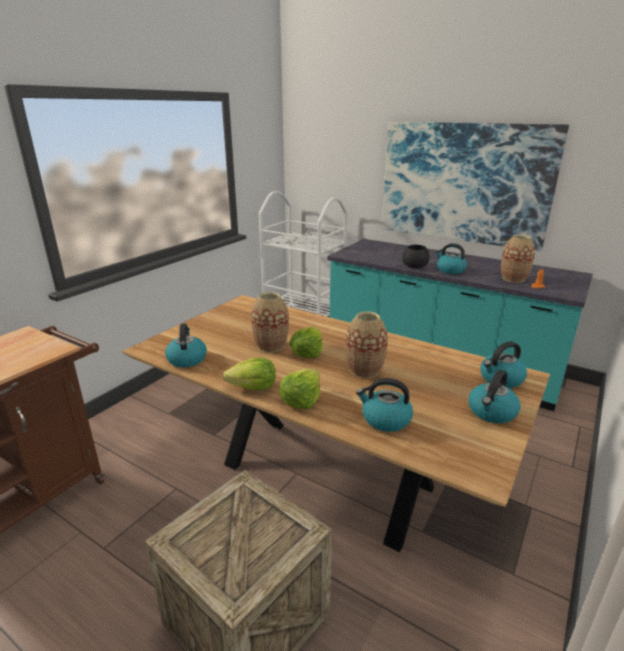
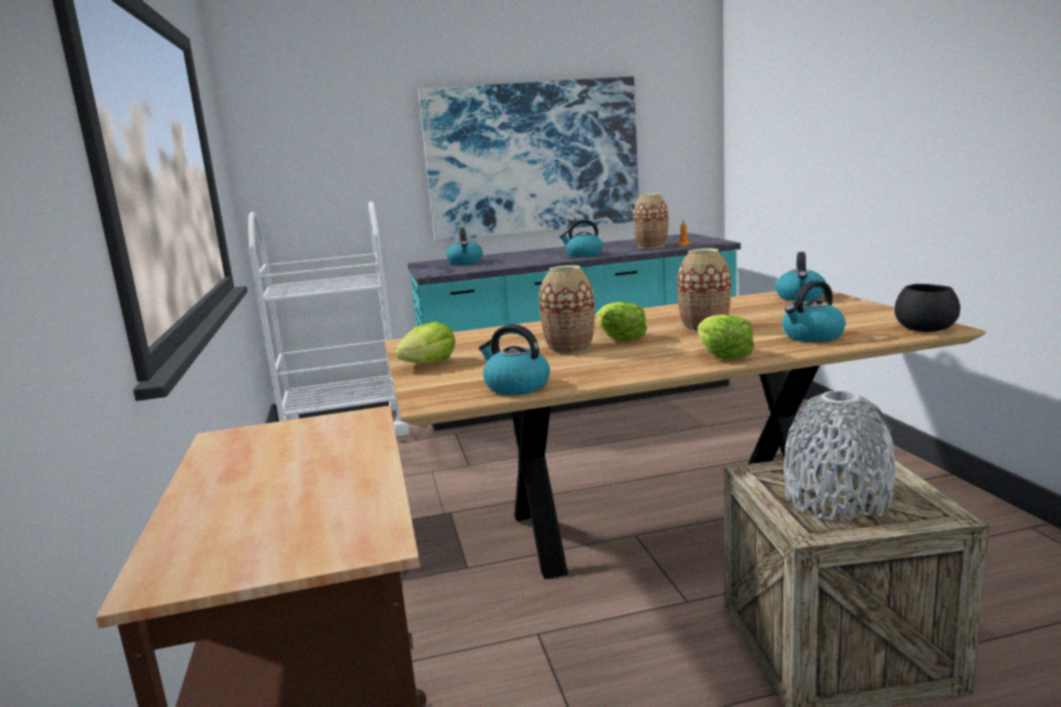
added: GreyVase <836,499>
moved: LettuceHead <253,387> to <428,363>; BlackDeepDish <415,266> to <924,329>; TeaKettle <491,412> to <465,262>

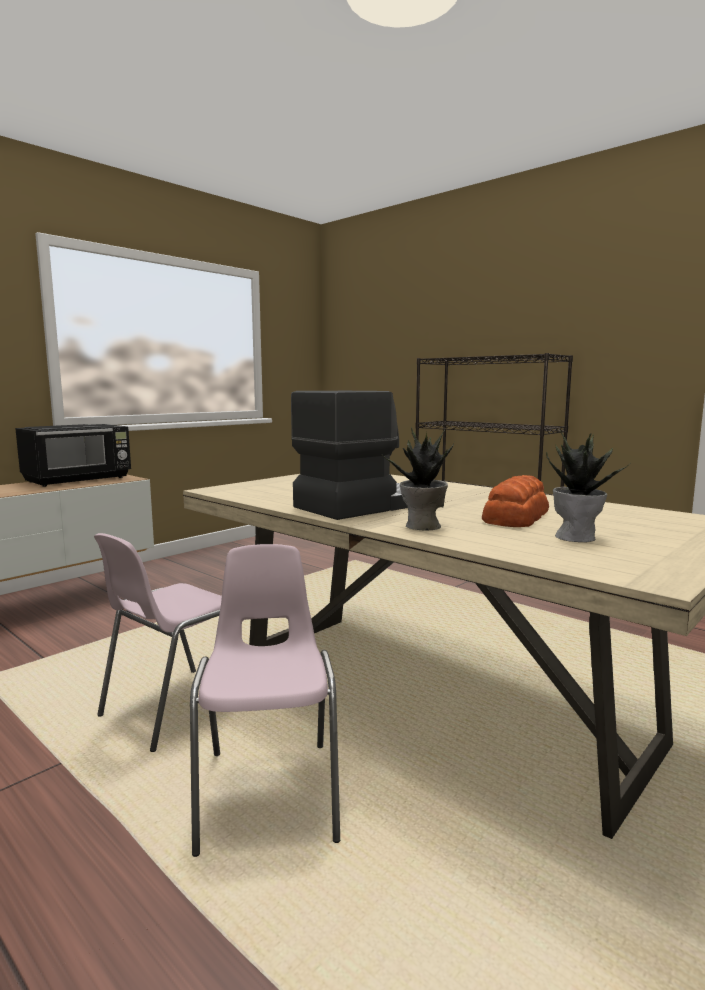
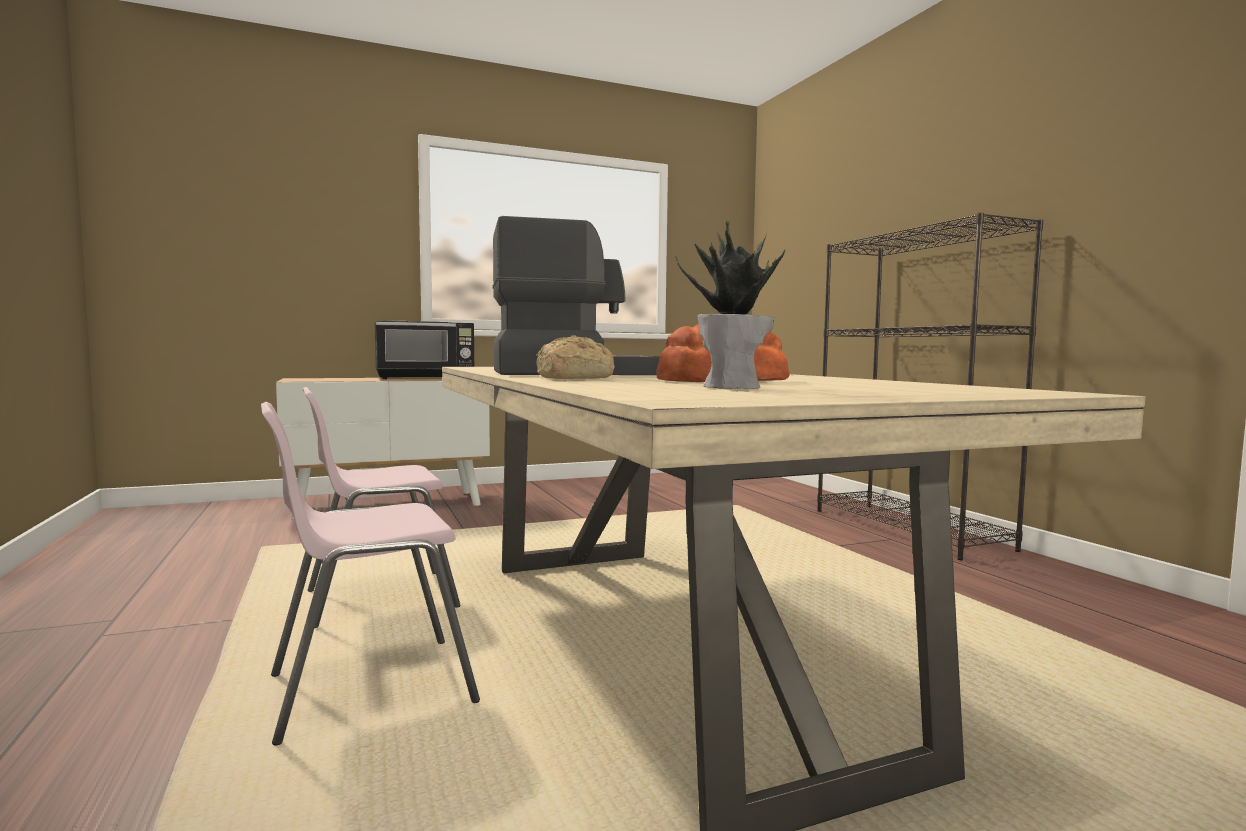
replaced: PottedPlant <422,526> to Bread <572,378>
turned: PinkColouredPlainChair <269,792> = <368,687> 135 degrees counterclockwise

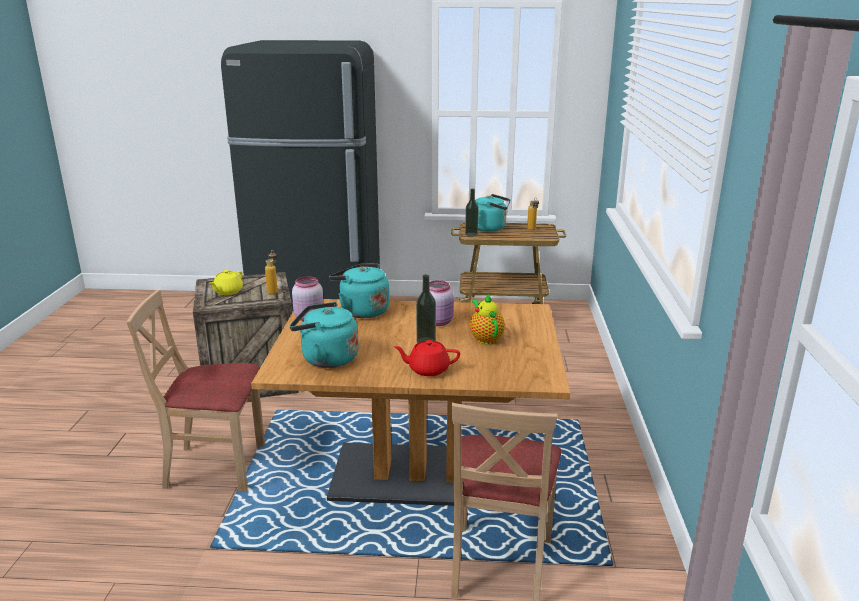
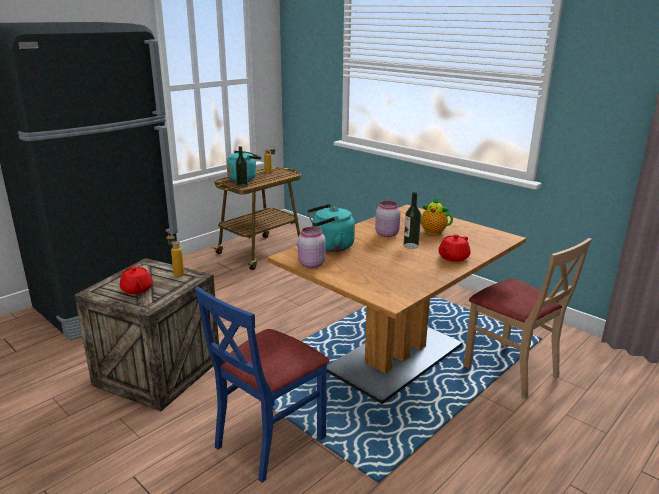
removed: BlueGreenTeaKettle <326,359>
recoloured: BeigePlainChair <215,467> to BluishPlainChair <269,440>; YellowTeapot <227,292> to RedTeapot <137,290>

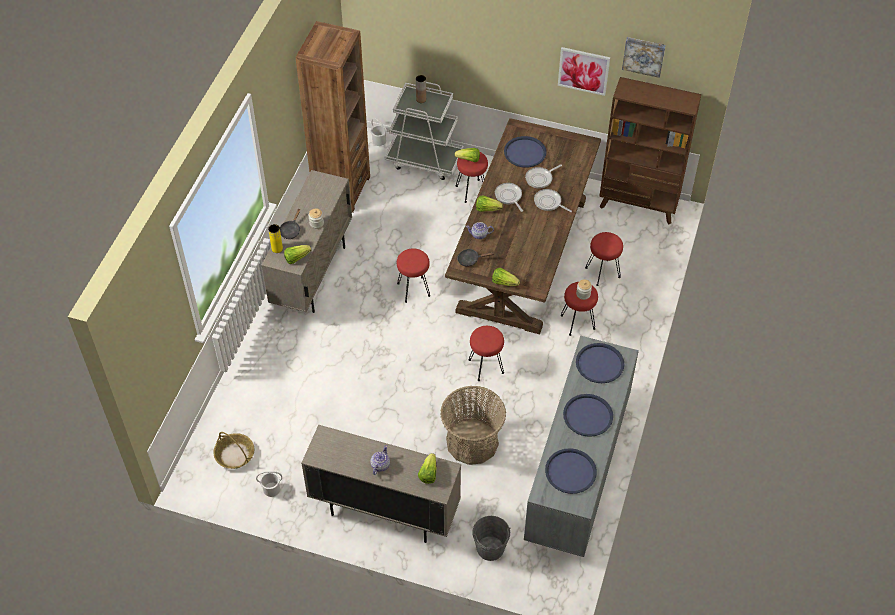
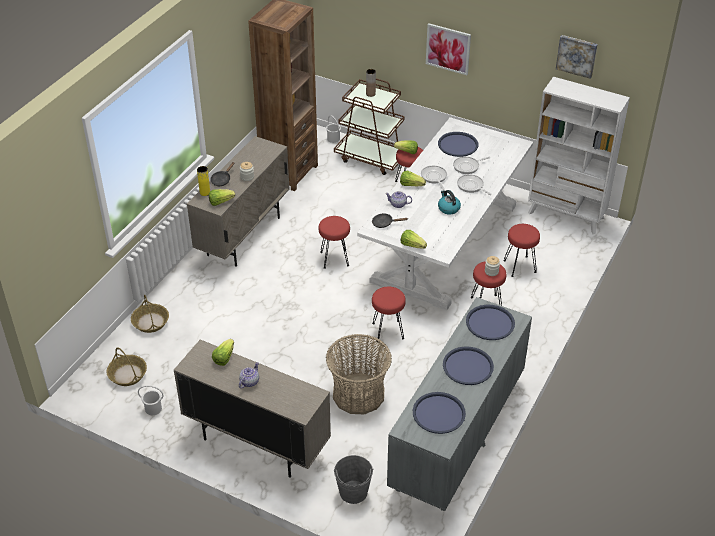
added: Basket <150,322>; TeaKettle <448,208>
moved: LettuceHead <428,473> to <224,358>; WallPicture <583,70> to <448,48>
recoloured: WhiteTrolley <424,160> to BrownTrolley <371,158>; BrownDiningTable <523,255> to WhiteDiningTable <445,243>; BrownShelvingUnit <638,205> to WhiteShelvingUnit <566,215>

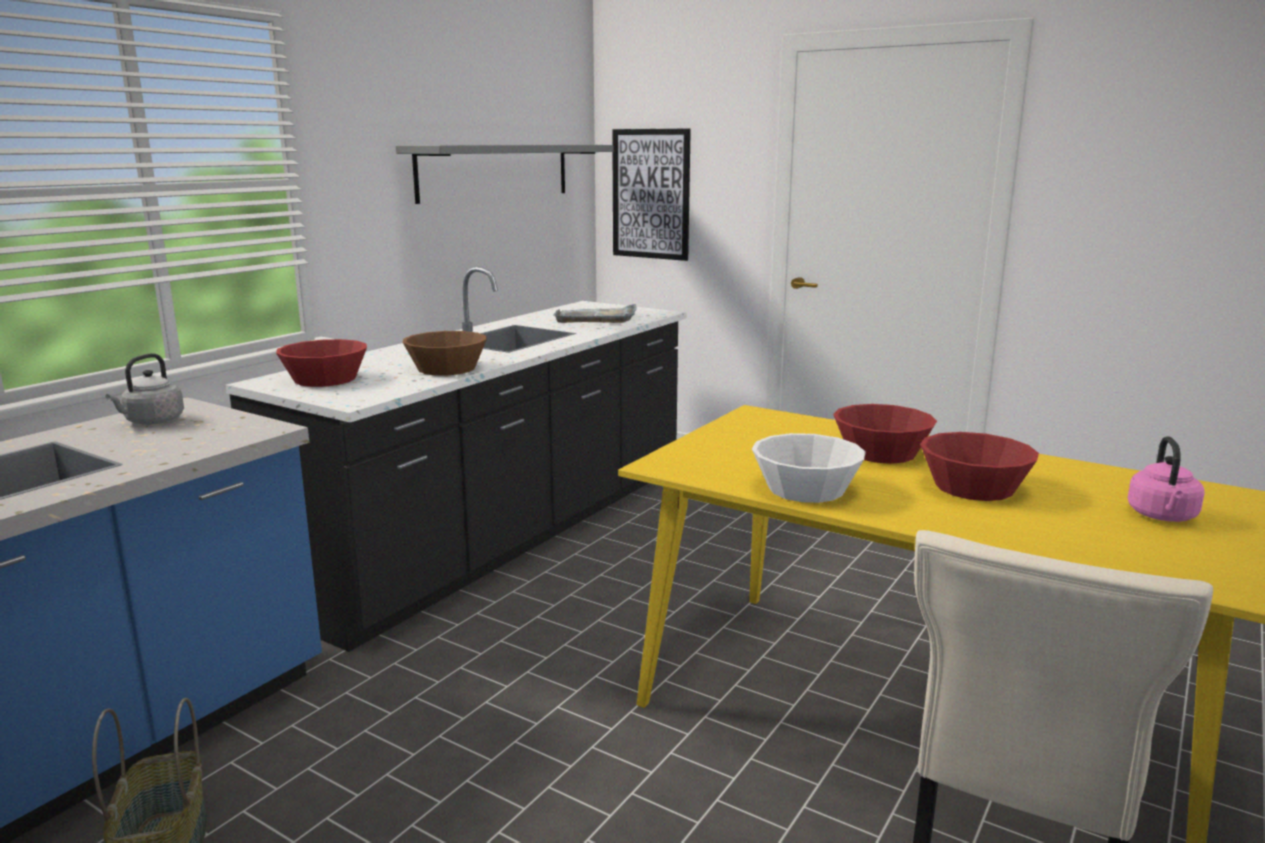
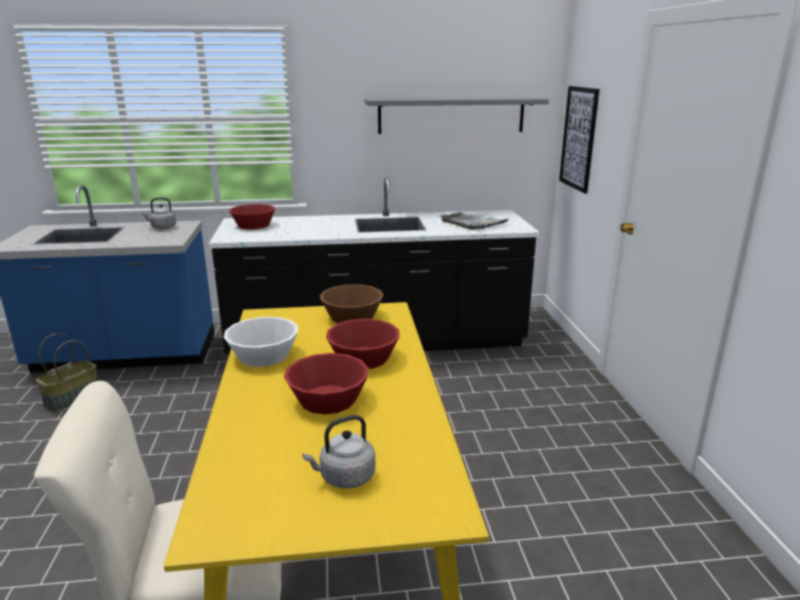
moved: BrownDeepDish <447,368> to <352,317>
recoloured: PinkColouredTeaKettle <1162,517> to GreyTeaKettle <344,477>

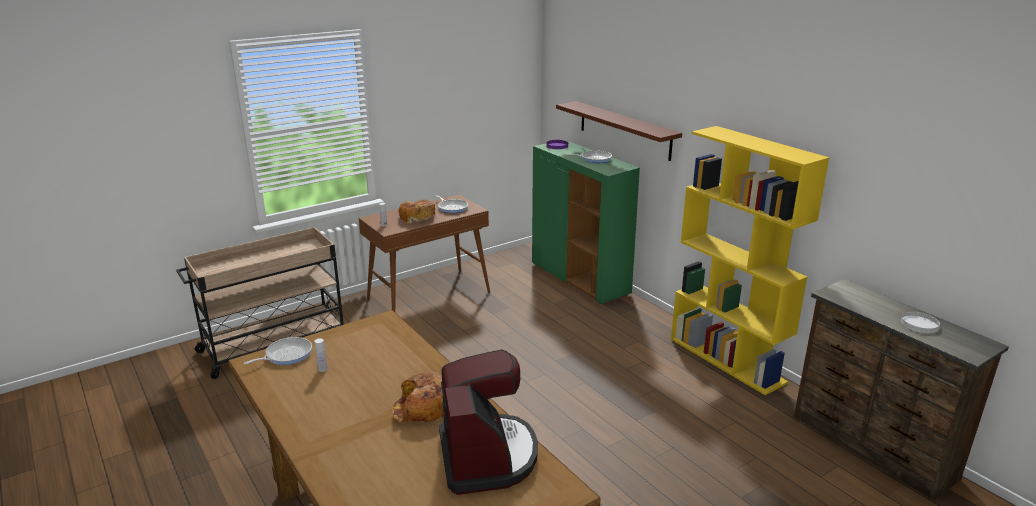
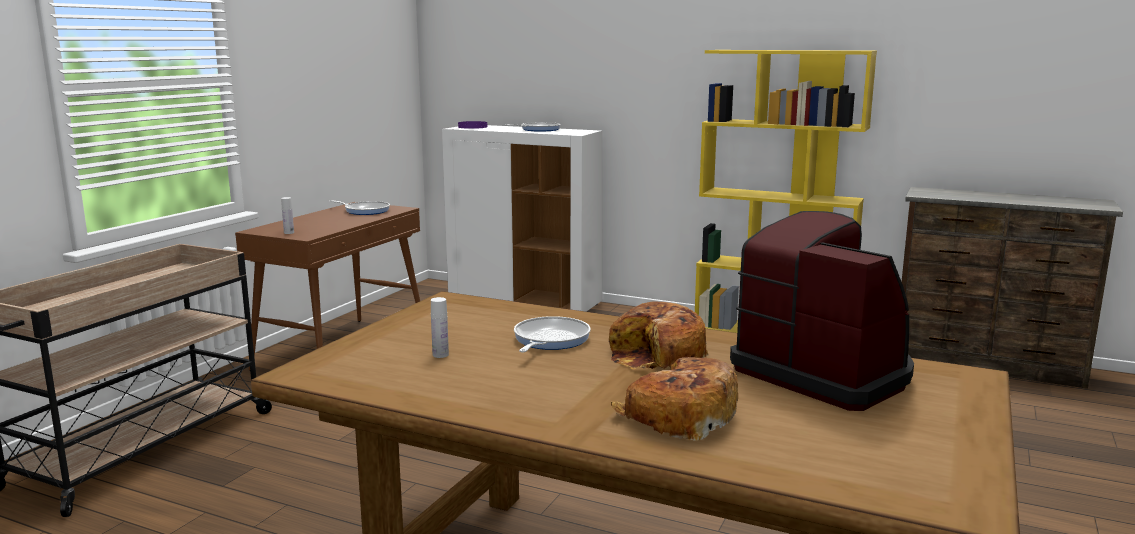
removed: BrownShelf <624,130>; WhitePlate <919,324>
moved: Skillet <286,355> to <549,340>; Bread <416,217> to <677,416>
recoloured: GreenColouredStorageCabinet <580,279> to WhiteStorageCabinet <525,301>

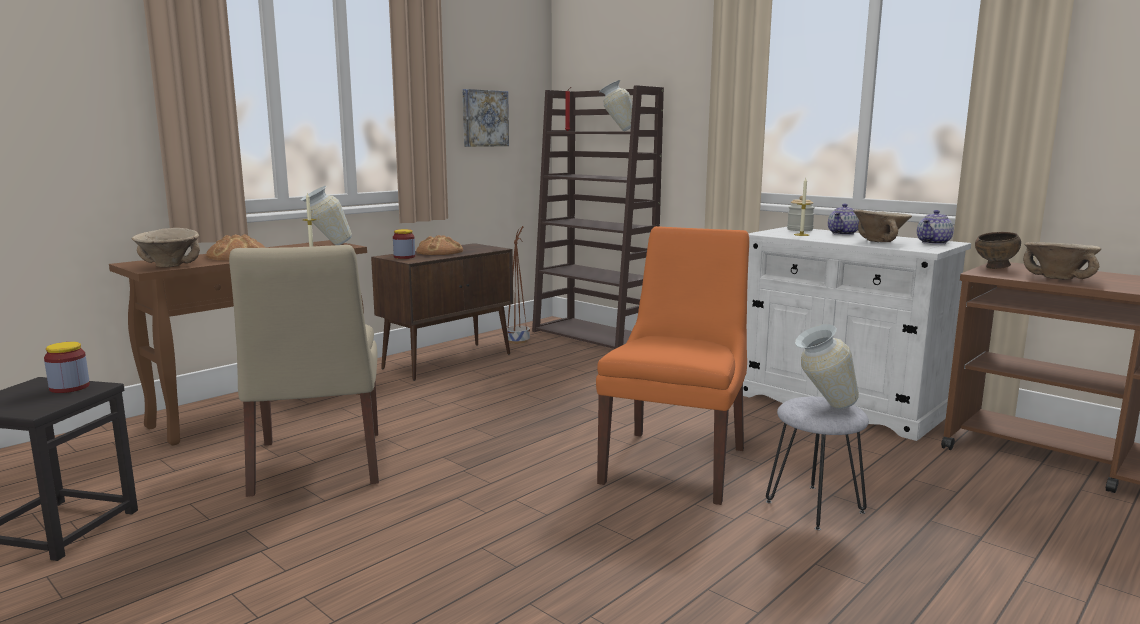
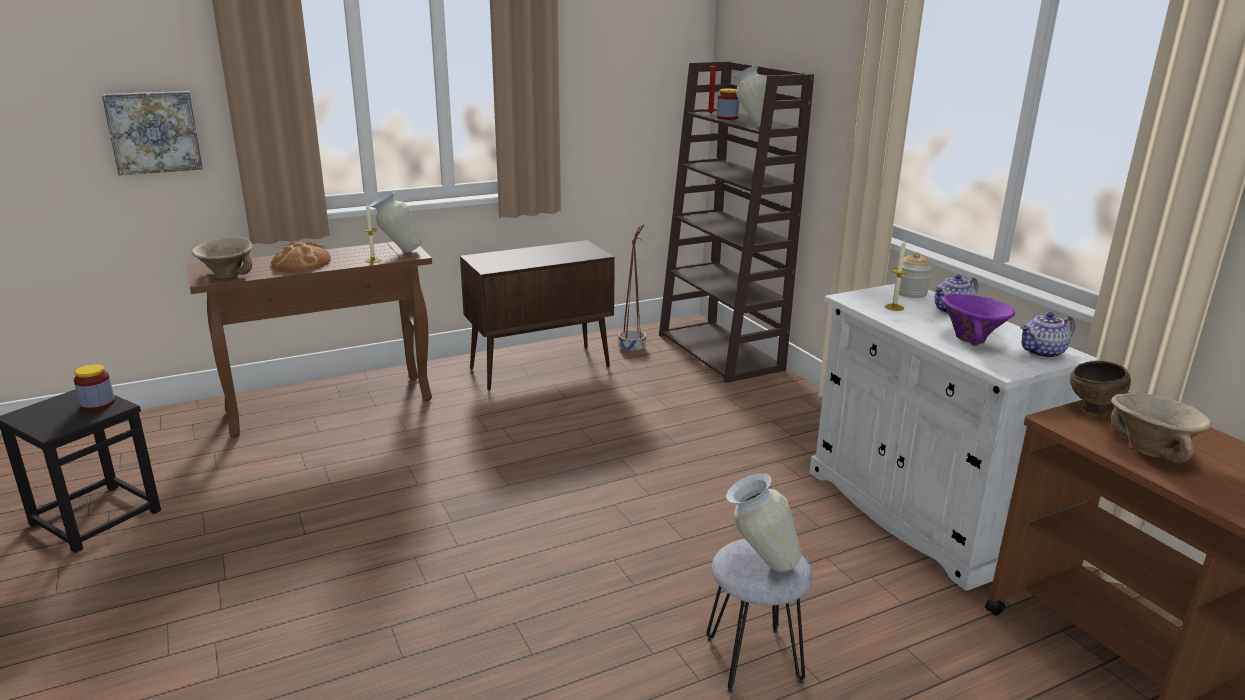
removed: BeigePlainChair <317,465>; Bread <439,252>; OrangePlainChair <676,463>
moved: Jar <404,257> to <727,118>; WallPicture <484,118> to <153,132>
recoloured: BeigeDeepDish <880,241> to PurplishDeepDish <972,339>

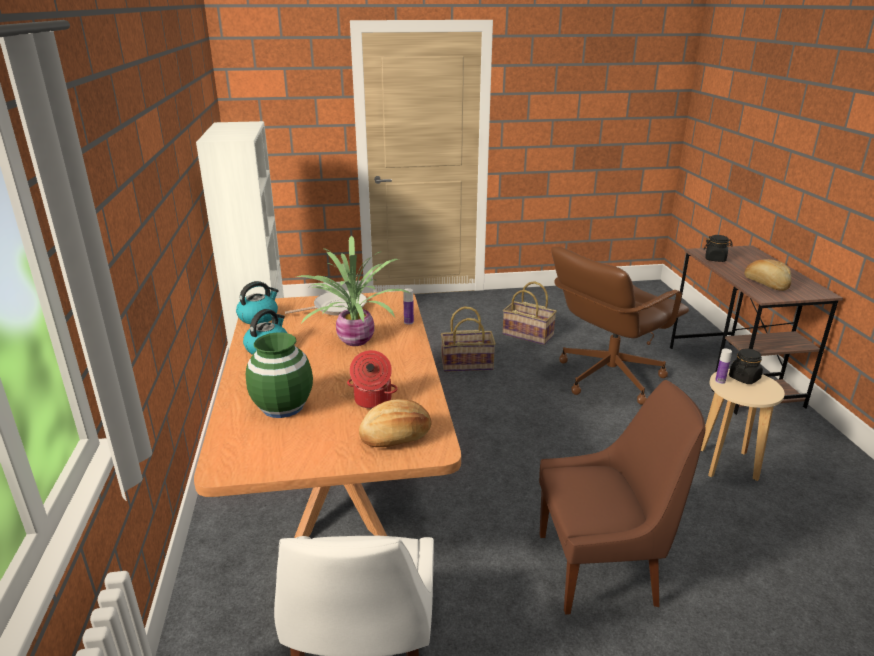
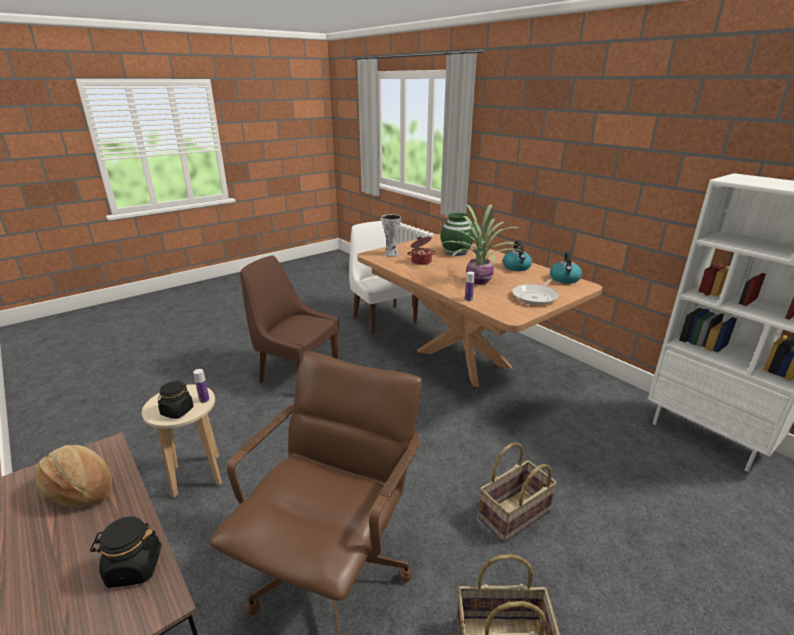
replaced: Bread <396,437> to Vase <391,254>
turned: BrownPlainChair <601,568> = <296,373> 60 degrees clockwise

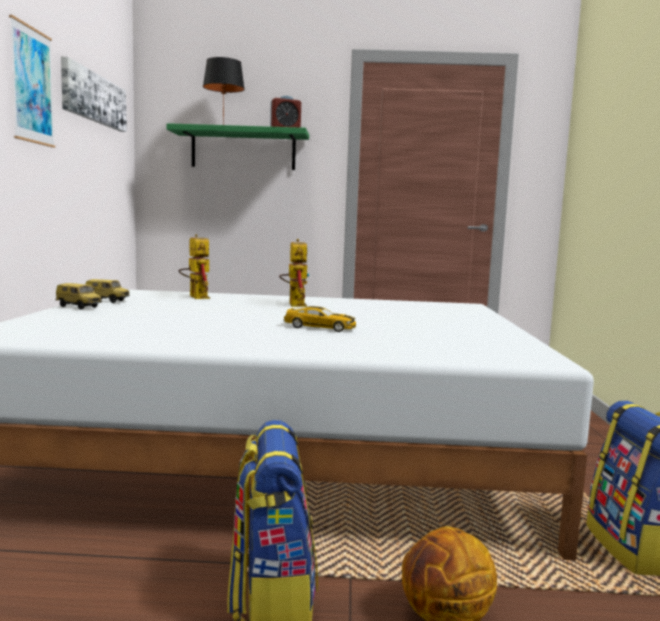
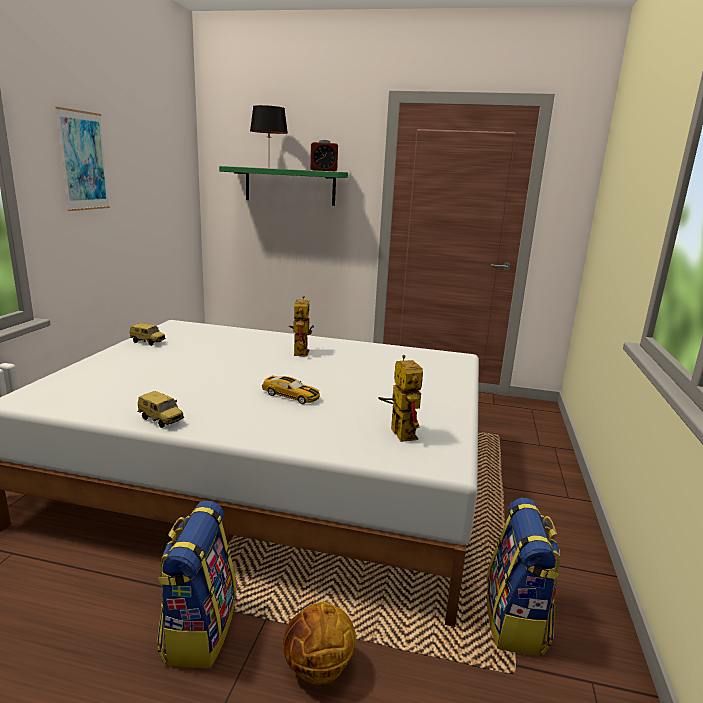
removed: WallPicture <94,98>
moved: MiniatureCar <80,307> to <162,420>; ToyRobot <195,296> to <398,431>

